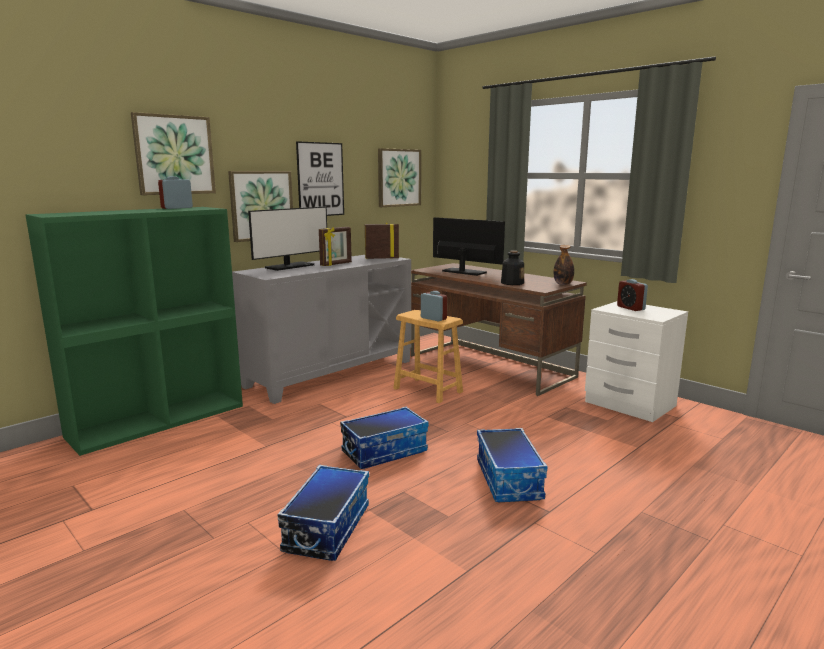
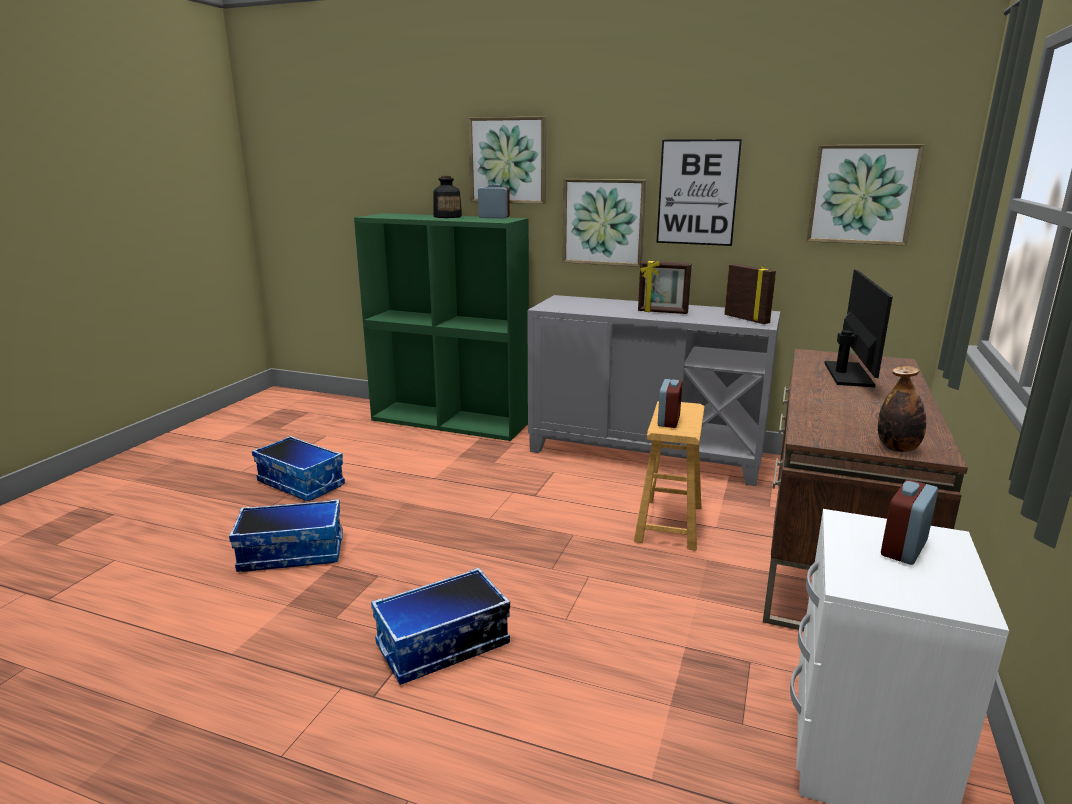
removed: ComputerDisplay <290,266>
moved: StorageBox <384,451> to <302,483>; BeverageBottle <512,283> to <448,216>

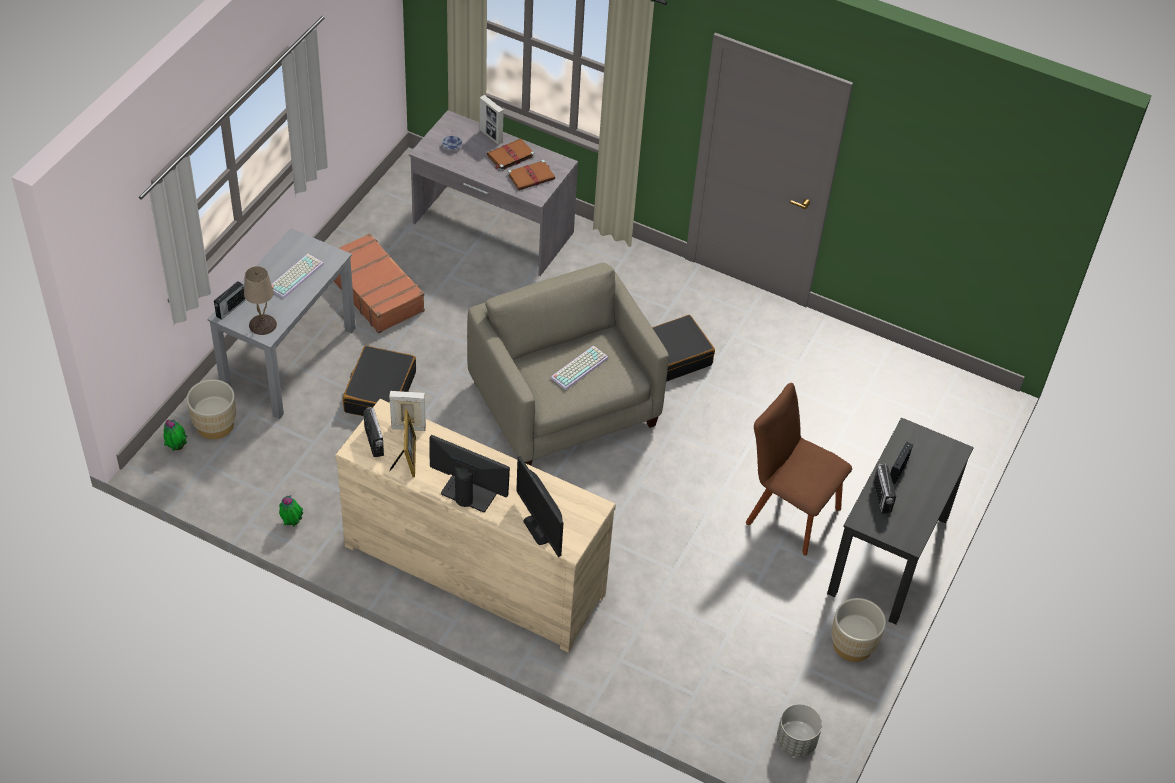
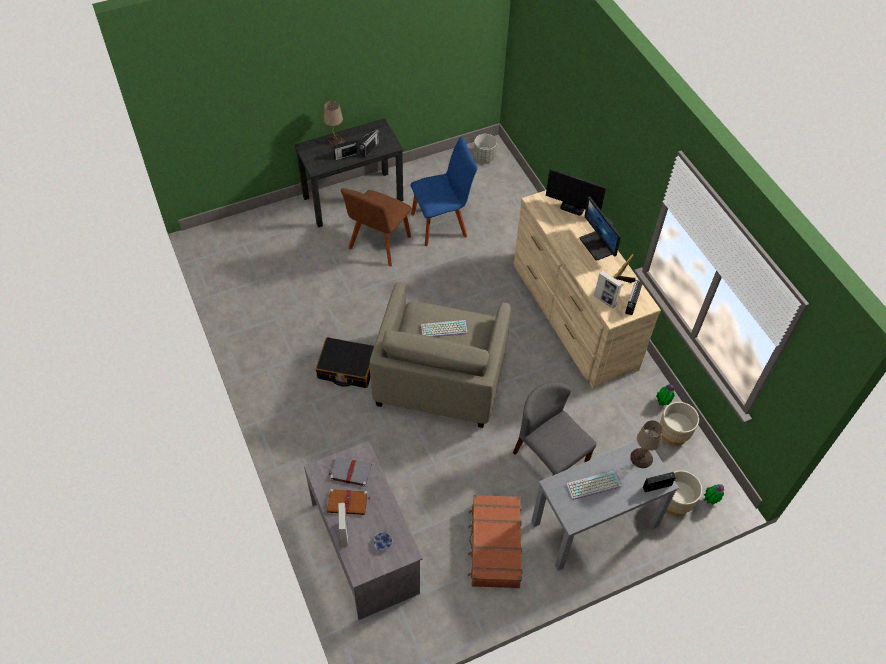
added: BeigeTableLamp <335,141>; BluishPlainChair <442,223>
moved: BeigeFlowerPot <852,645> to <673,433>
replaced: BlackPieceOfLuggage <379,392> to GreyPlainChair <549,459>
recoloured: BrownBook <532,176> to GreyBook <350,472>
turned: ComputerDisplay <541,528> = <572,207> 105 degrees clockwise; BrownPlainChair <789,512> = <378,245> 45 degrees clockwise

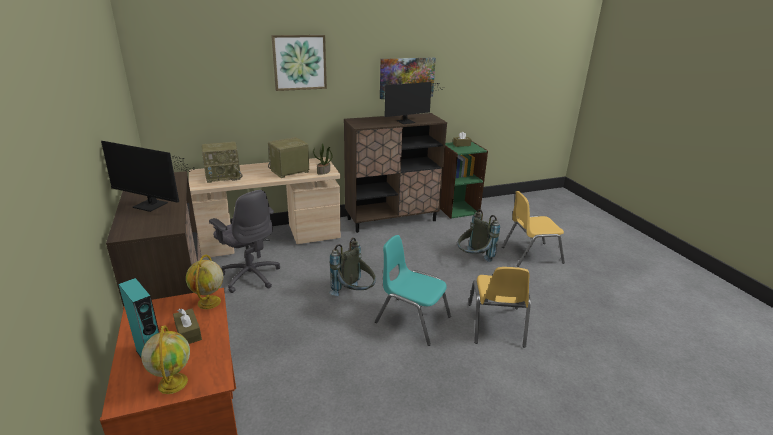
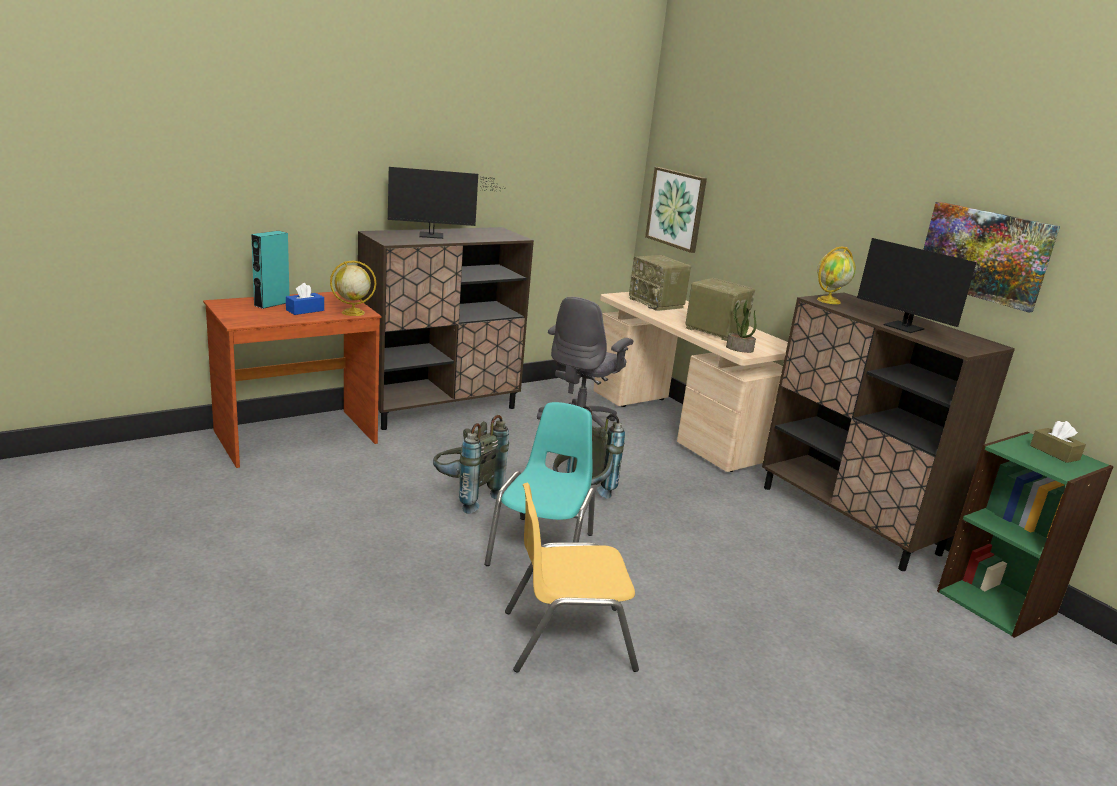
removed: YellowPlainChair <531,254>
moved: DeskGlobe <172,382> to <829,301>; WallPicture <299,62> to <676,209>; GreyKnapsack <473,260> to <465,496>
recoloured: BrownBoxOfTissues <188,332> to BluishBoxOfTissues <305,310>
turned: ComputerDisplay <152,206> = <435,236> 105 degrees counterclockwise

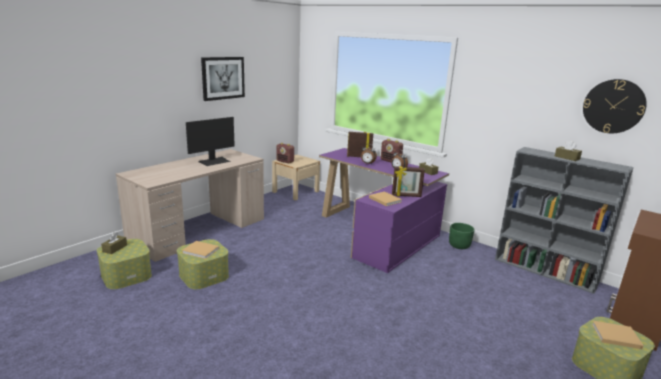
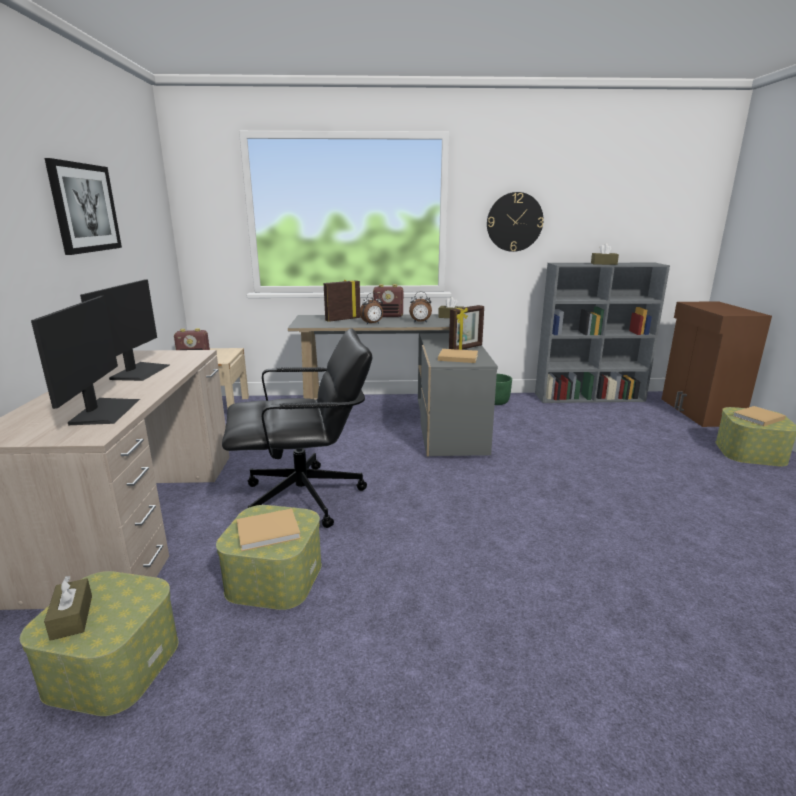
added: ComputerDisplay <104,411>; BlackDeskChair <305,498>
moved: HangingClock <613,106> to <514,222>
recoloured: PurplishDeskTable <378,233> to GreyDeskTable <403,419>

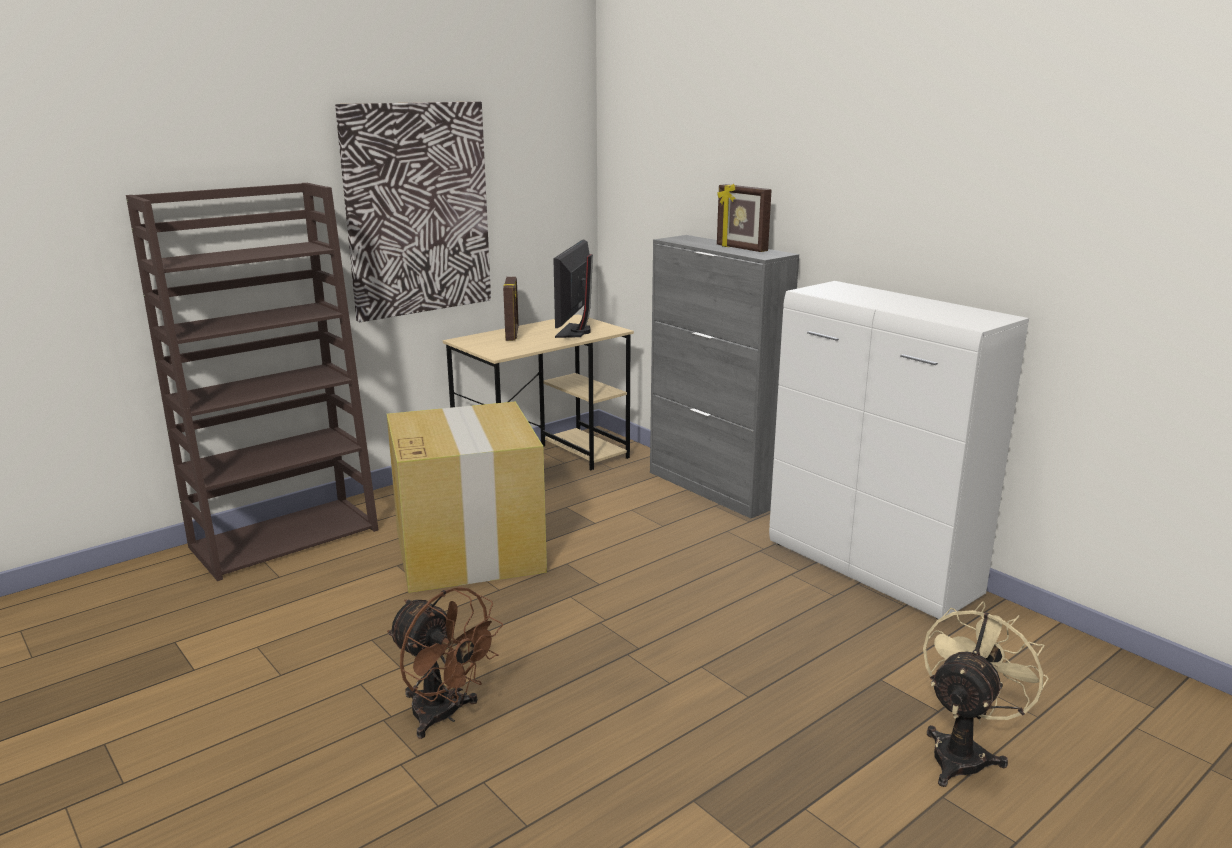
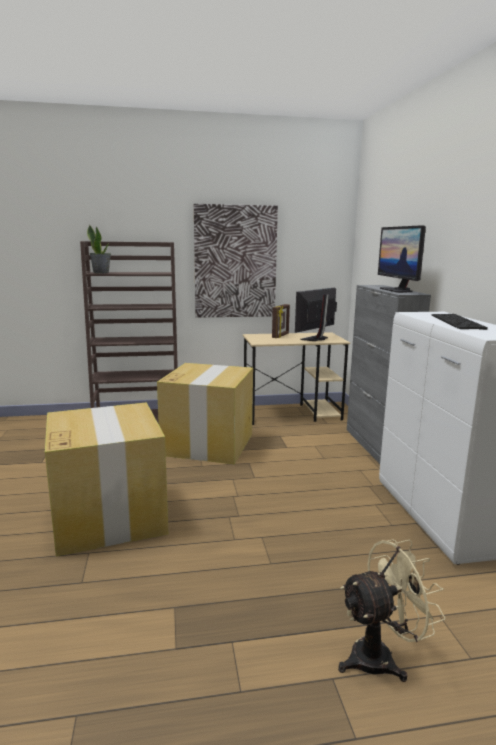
added: PottedPlant <101,272>; Keyboard <459,322>
replaced: BrownFan <444,716> to PackingBox <109,515>; StandingFrame <741,248> to ComputerDisplay <398,290>

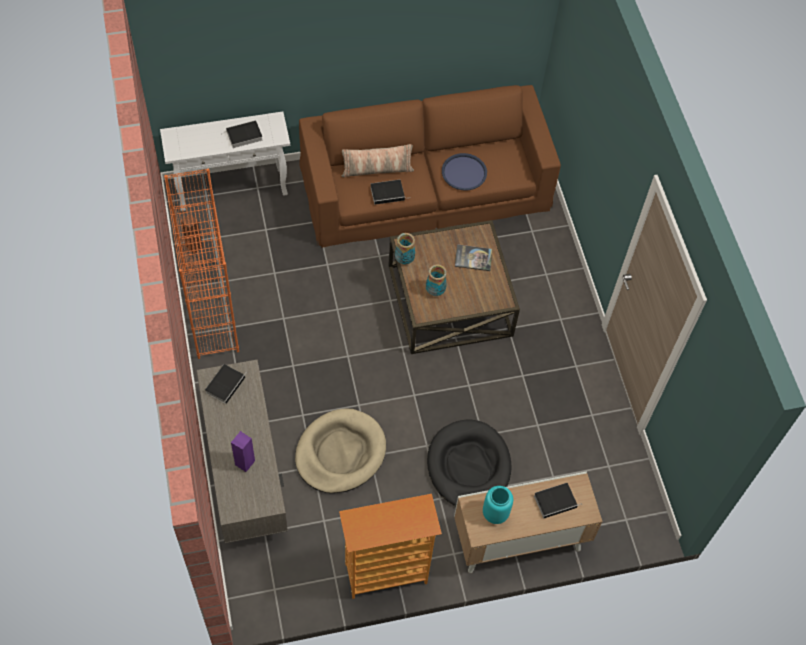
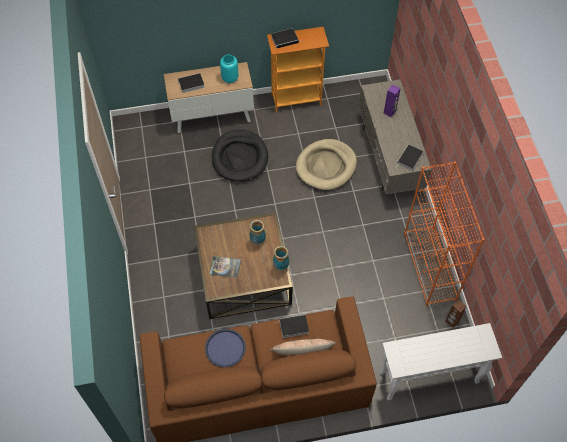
moved: Book <243,136> to <285,39>

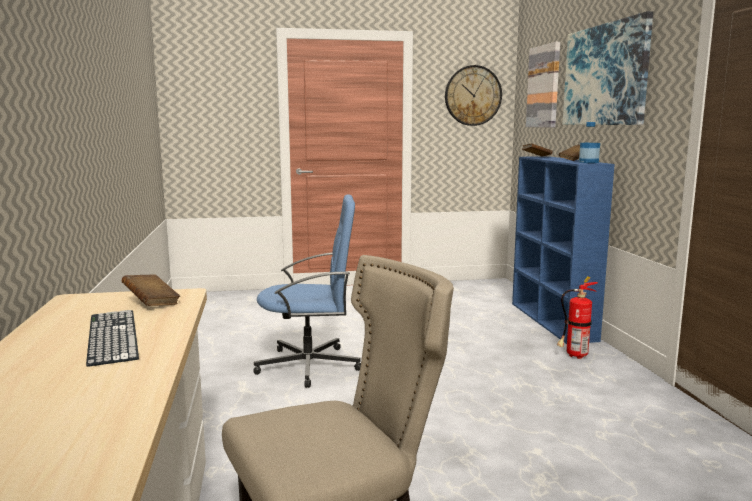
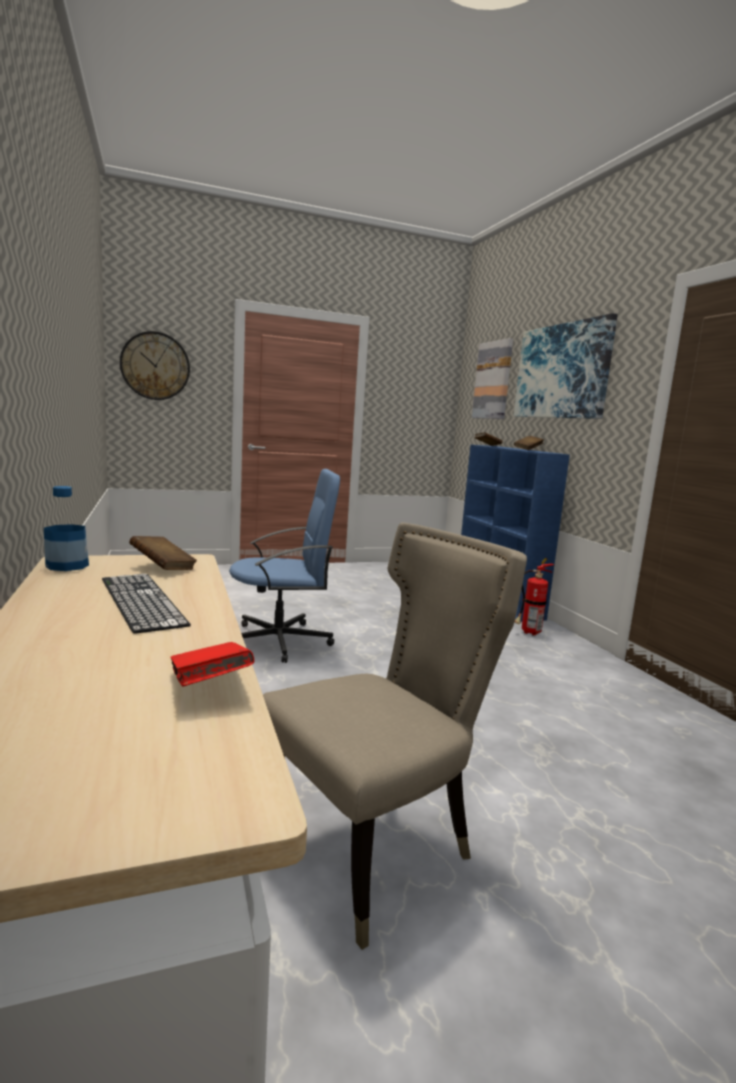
added: RedBook <209,686>
moved: HangingClock <473,95> to <155,366>; BeverageBottle <588,162> to <67,566>

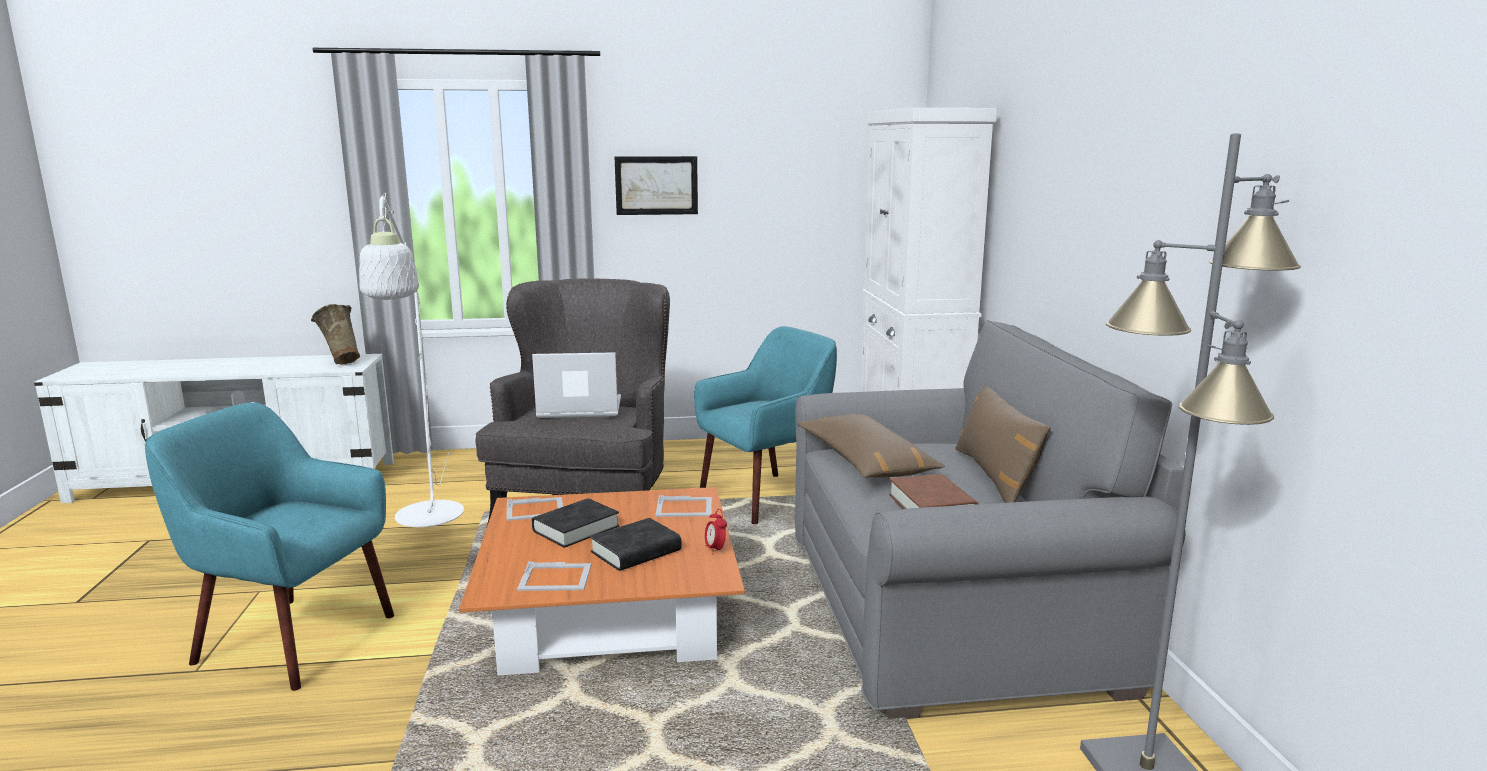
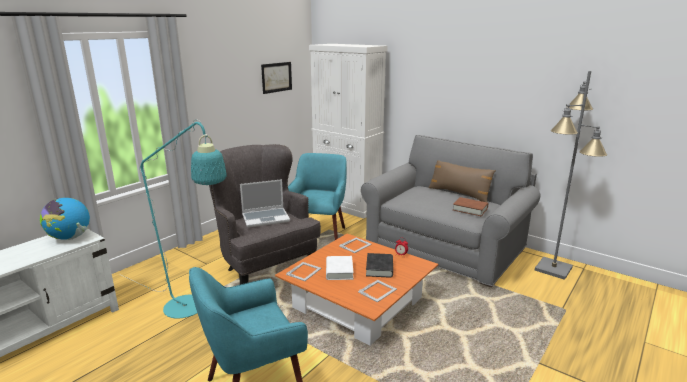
removed: BrownThrowPillow <865,462>
moved: WallPicture <656,185> to <276,77>
replaced: BeigeVase <341,362> to DeskGlobe <70,238>
recoloured: WhiteStandardLamp <428,520> to BlueGreenStandardLamp <192,309>; BlackBook <576,529> to WhiteBook <339,271>
turned: Laptop <578,409> = <266,218> 150 degrees counterclockwise

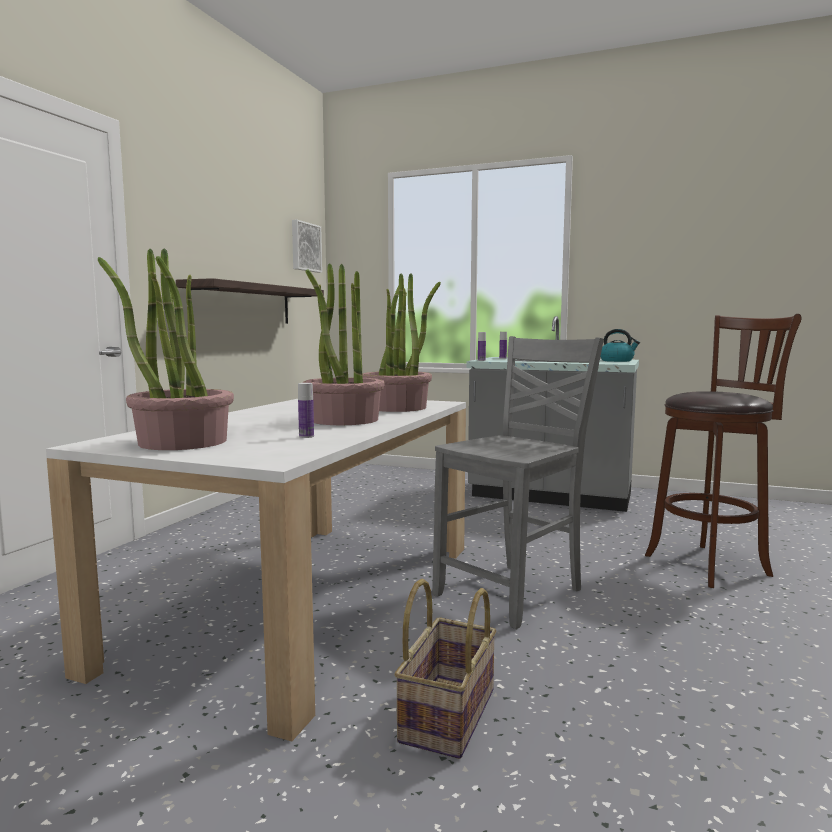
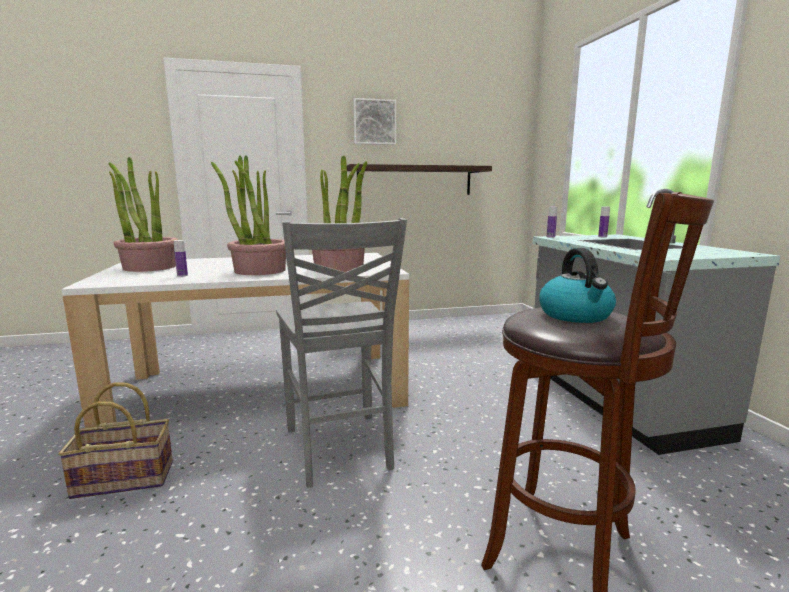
moved: WallPicture <305,247> to <374,122>; TeaKettle <617,361> to <576,315>
turned: GreyPlainChair <513,593> = <339,449> 60 degrees clockwise

